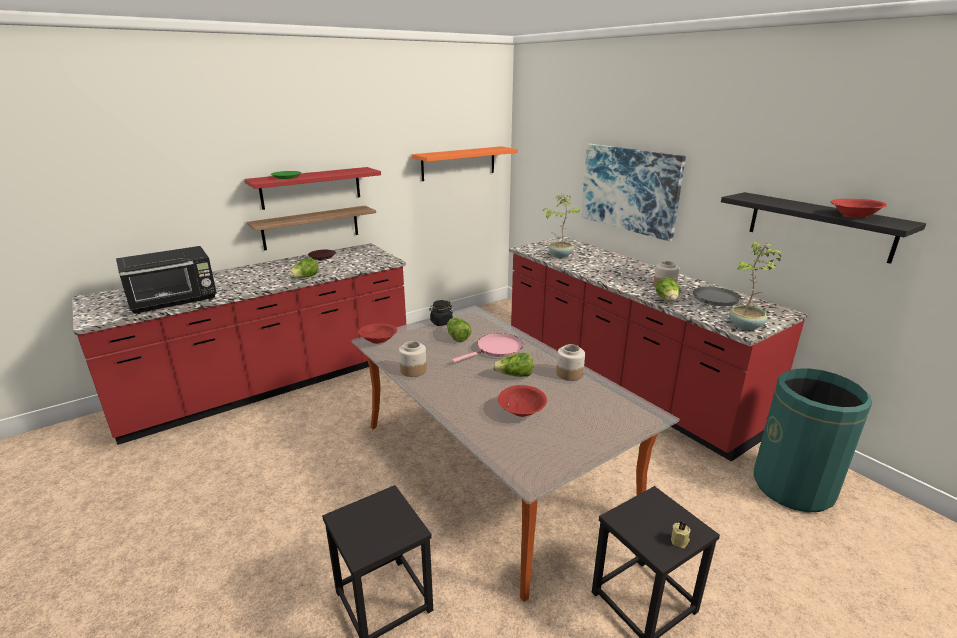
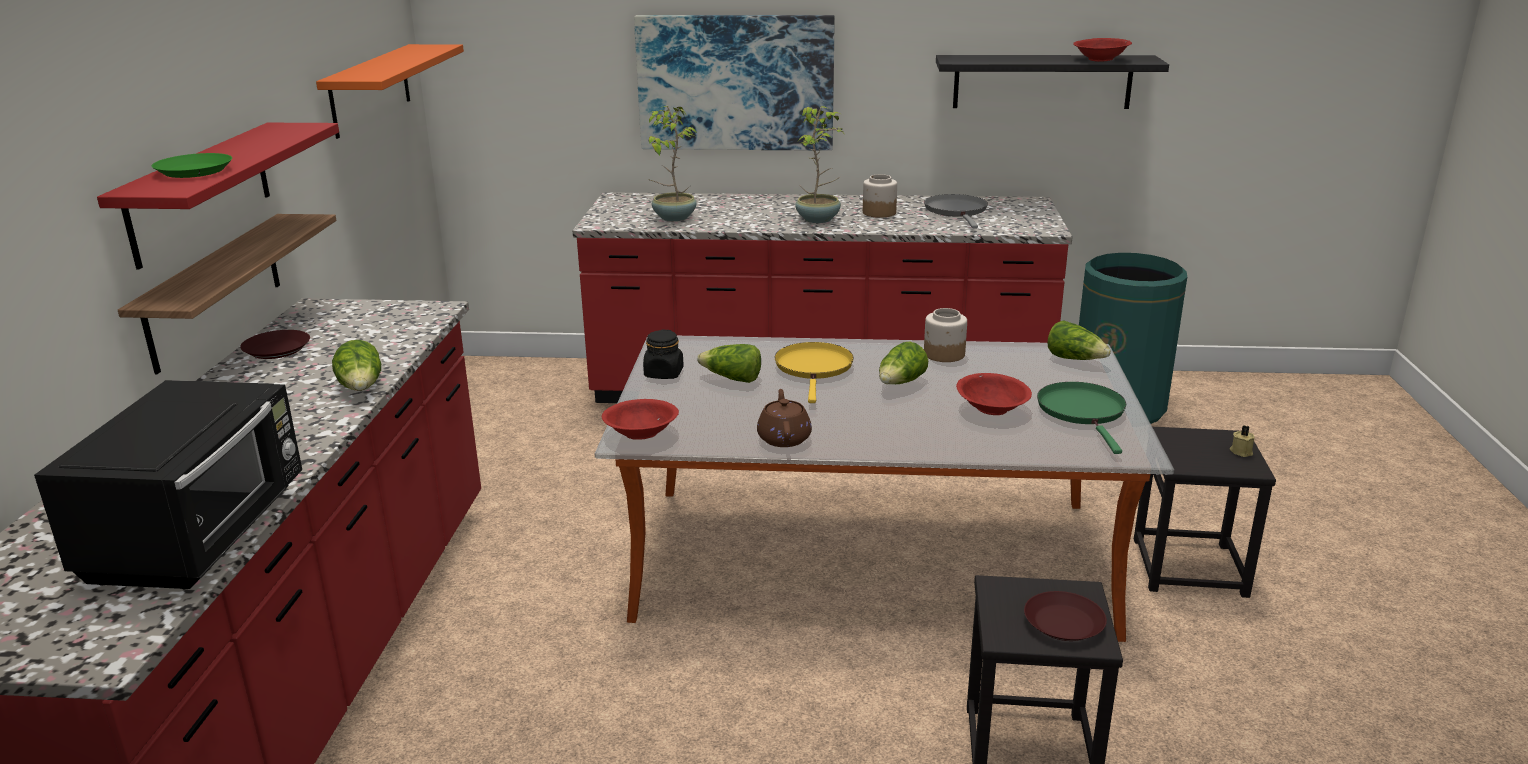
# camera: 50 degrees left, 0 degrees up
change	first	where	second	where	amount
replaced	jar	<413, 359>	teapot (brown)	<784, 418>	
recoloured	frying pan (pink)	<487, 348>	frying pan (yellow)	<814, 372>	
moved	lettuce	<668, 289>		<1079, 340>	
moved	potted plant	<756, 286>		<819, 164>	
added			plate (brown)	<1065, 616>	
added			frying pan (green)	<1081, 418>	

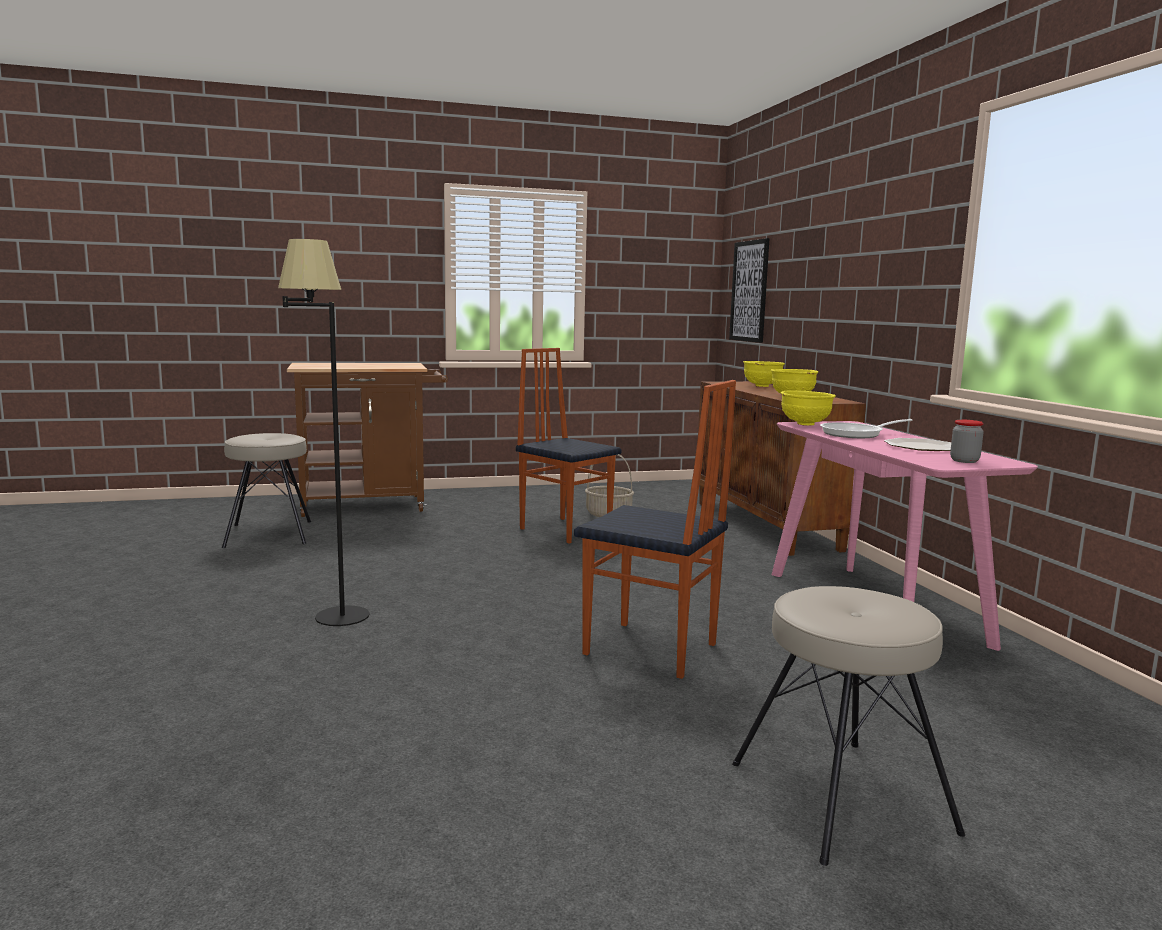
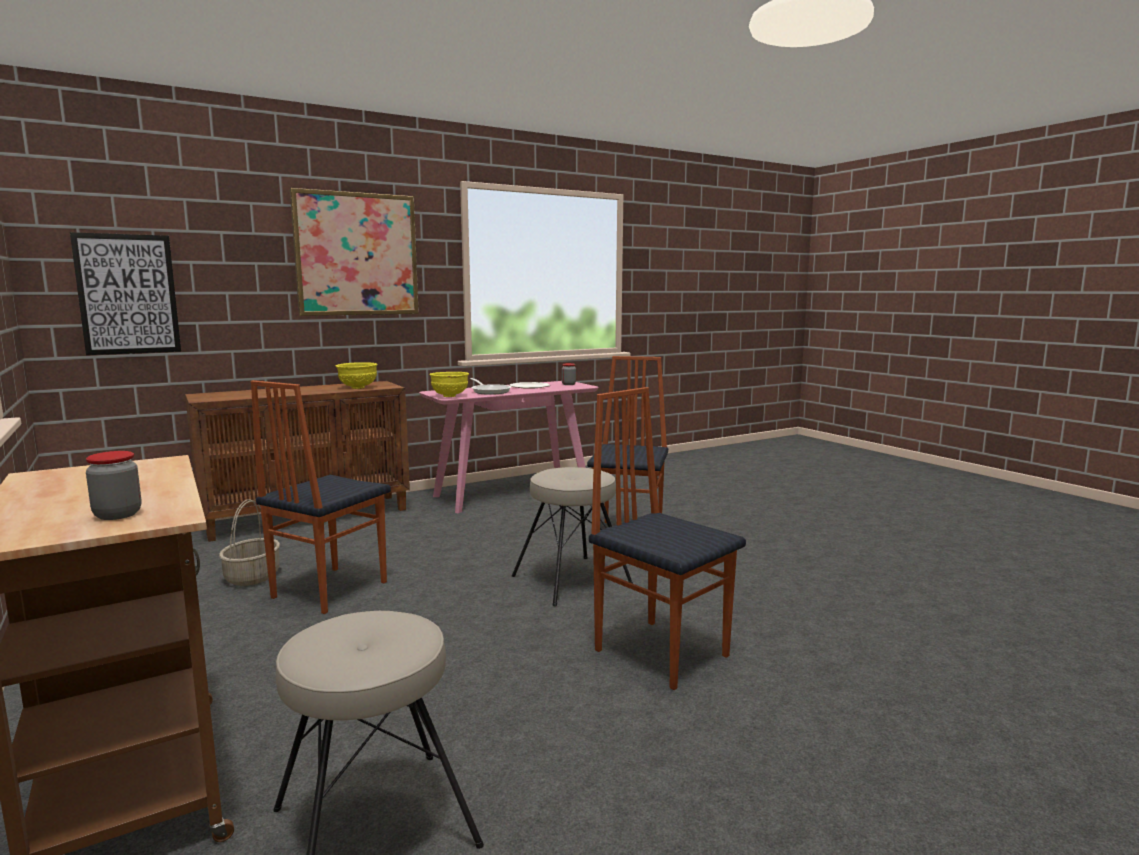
# camera: 105 degrees left, 0 degrees up
change	first	where	second	where	amount
replaced	floor lamp (black)	<324, 432>	chair	<667, 538>	
moved	stool (beige)	<848, 726>		<572, 536>	
removed	bowl (yellow)	<764, 374>			
added			jar	<113, 485>	
added			picture	<354, 252>	

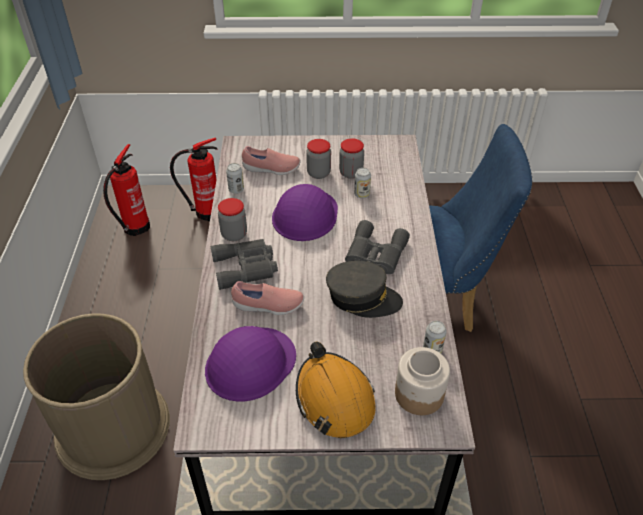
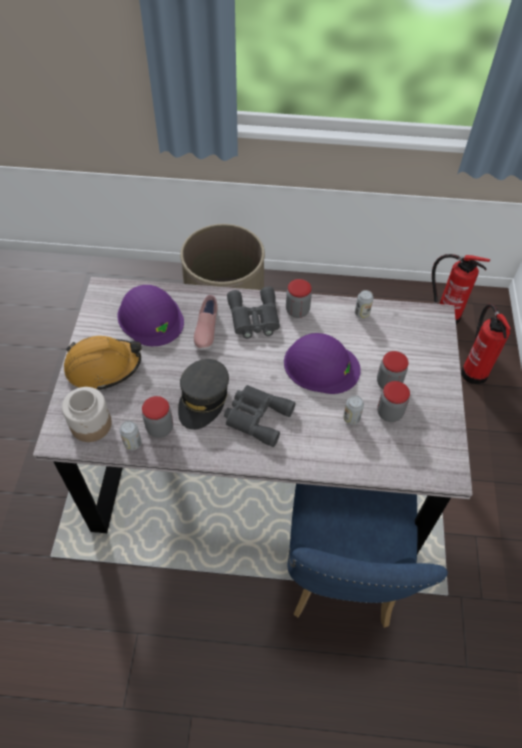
# camera: 95 degrees right, 10 degrees up
change	first	where	second	where	amount
removed	shoe (pink)	<271, 160>			
added			jar	<157, 417>	

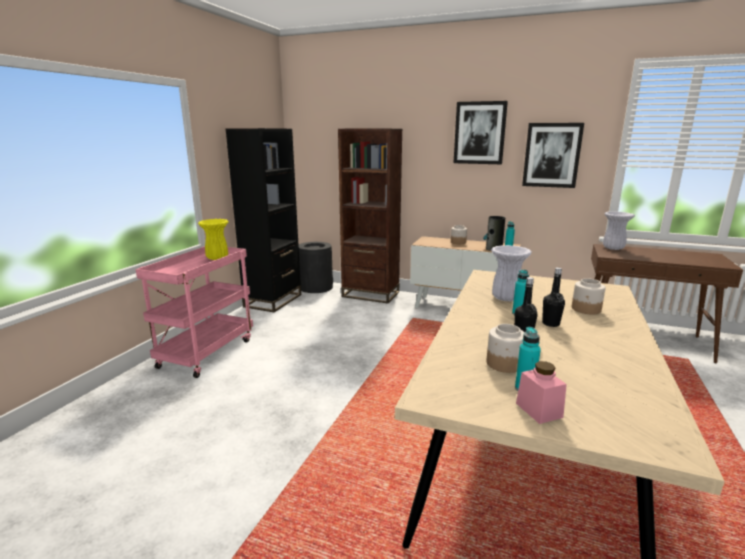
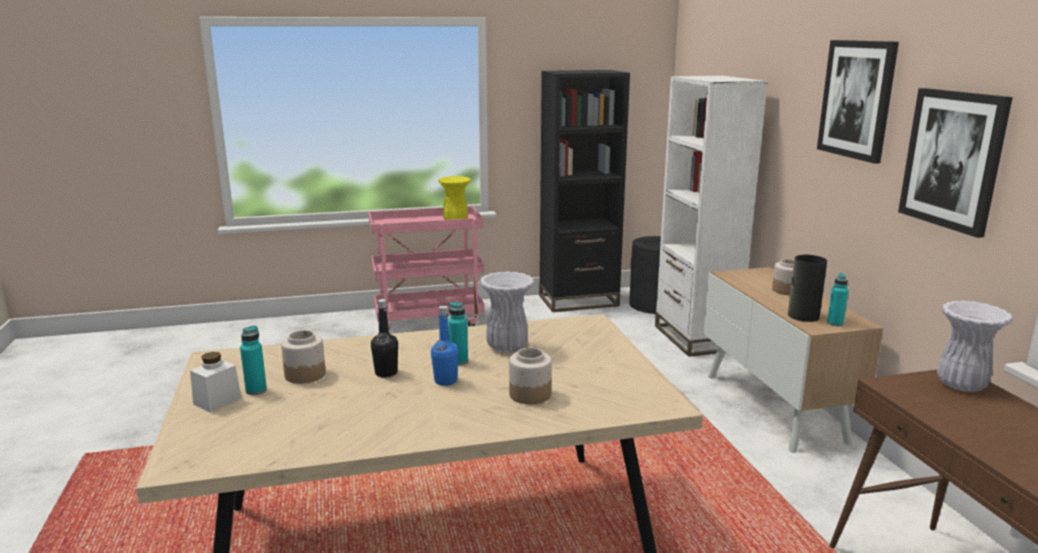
# camera: 55 degrees right, 0 degrees up
change	first	where	second	where	amount
recoloured	bookcase (brown)	<370, 216>	bookcase (white)	<711, 216>	
recoloured	jar (pink)	<541, 392>	jar (white)	<216, 382>	
recoloured	bottle (black)	<553, 297>	bottle (blue)	<445, 346>	

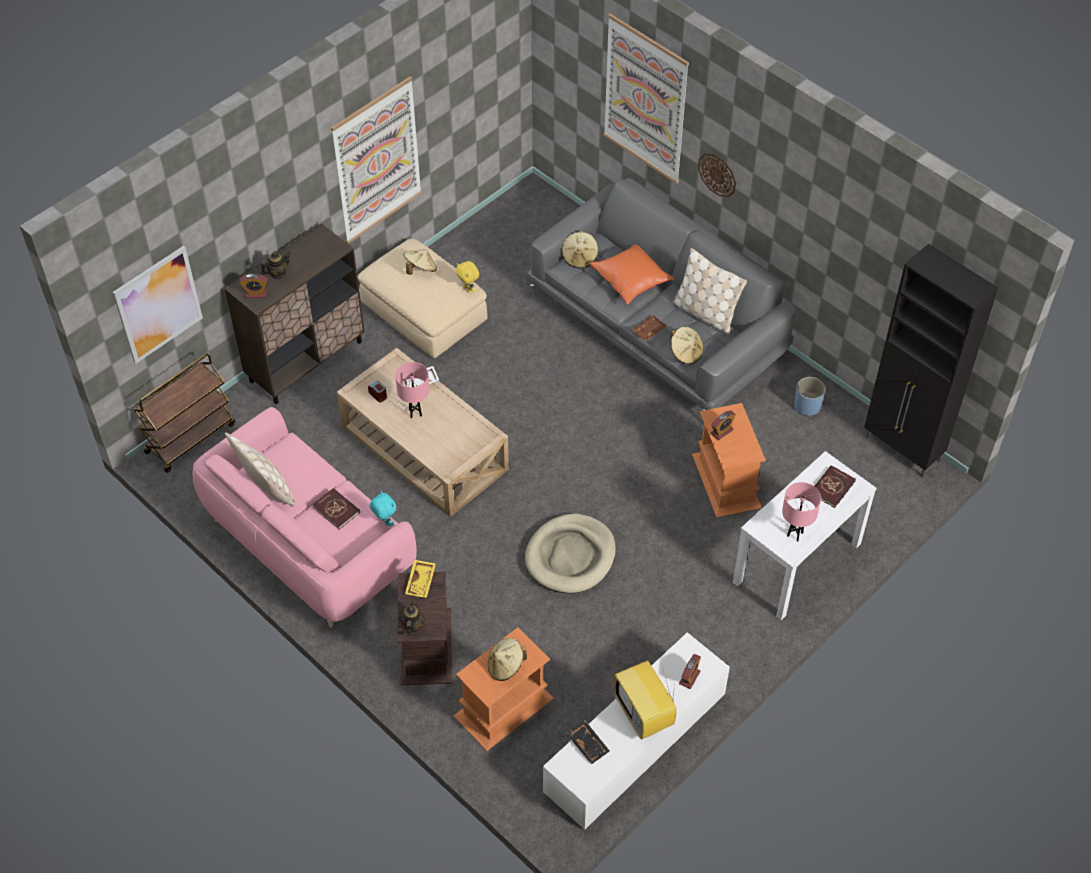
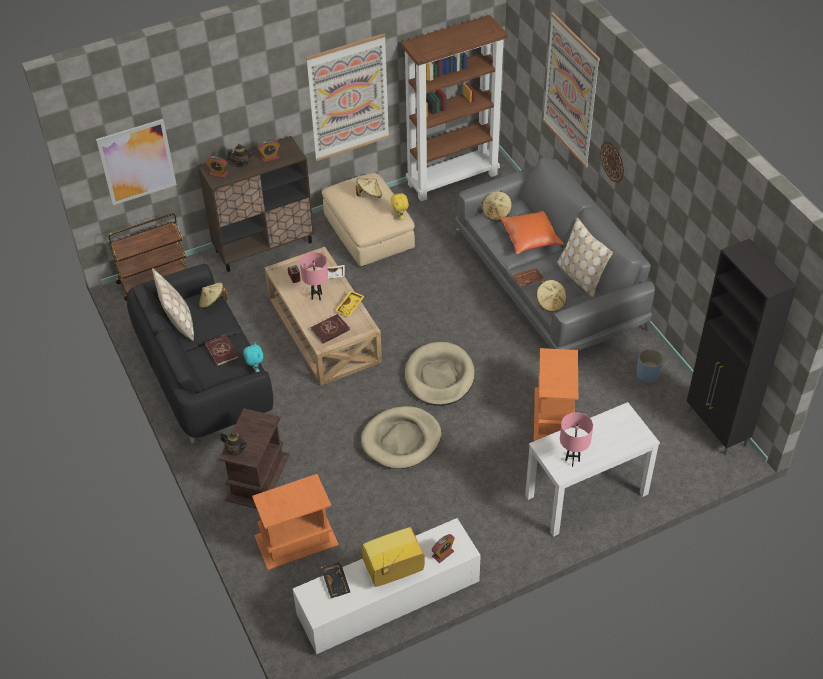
# camera: 20 degrees right, 5 degrees down
change	first	where	second	where	amount
recoloured	sofa (pink)	<305, 517>	sofa (black)	<200, 353>	
turned	teapot	<412, 616>		<234, 443>	90 degrees clockwise
moved	tray (yellow)	<420, 579>		<350, 303>	
moved	hat (beige)	<507, 659>		<213, 295>	
turned	television	<645, 700>		<393, 557>	75 degrees clockwise
moved	alarm clock	<723, 425>		<269, 151>	
moved	book (red)	<835, 486>		<330, 329>	
added			bookcase (brown)	<454, 108>	
added			dog bed (beige)	<440, 374>	

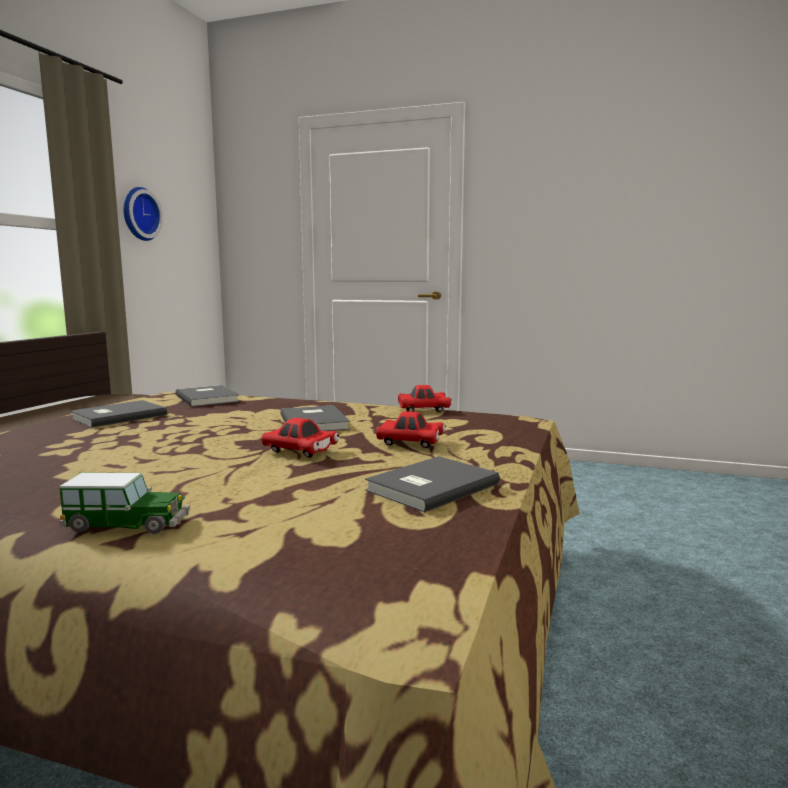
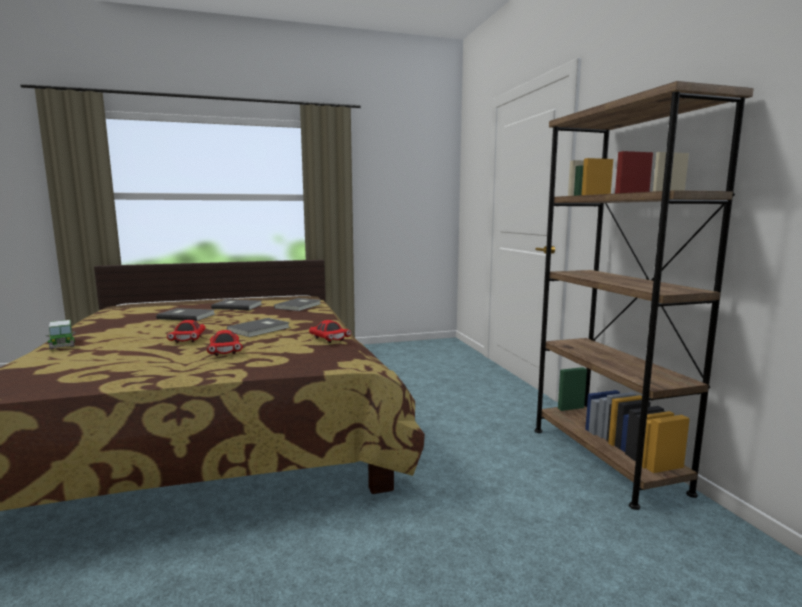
# camera: 55 degrees right, 0 degrees up
change	first	where	second	where	amount
removed	wall clock	<143, 214>			
moved	book (grey)	<432, 484>		<185, 314>	
added			bookcase (brown)	<644, 295>	

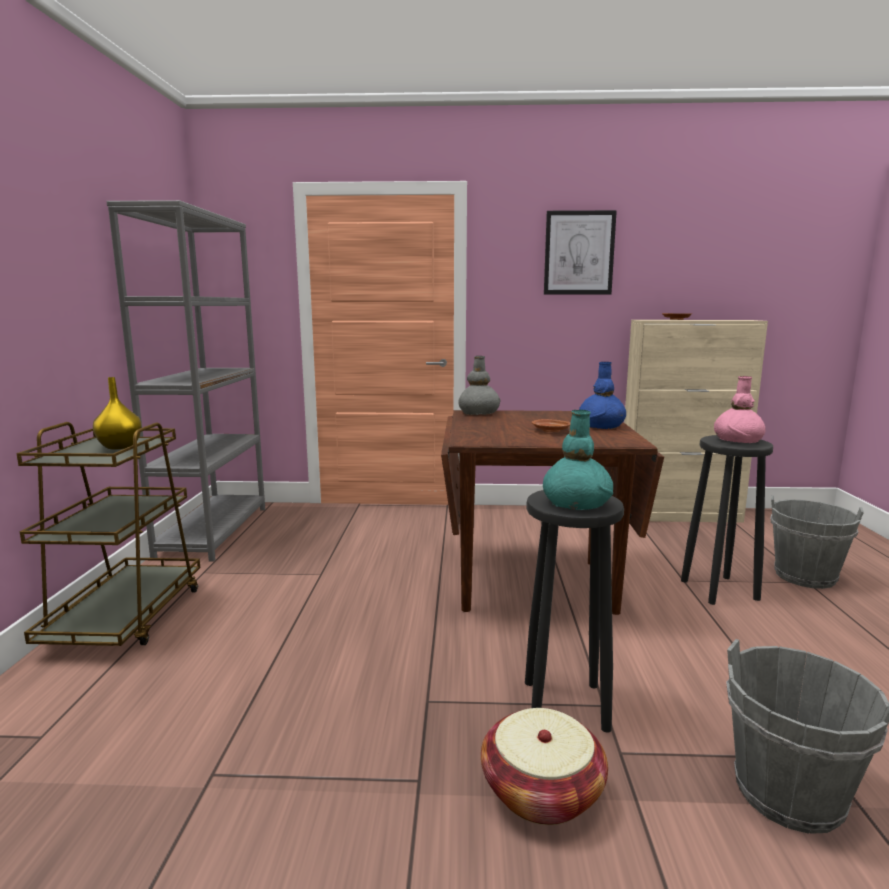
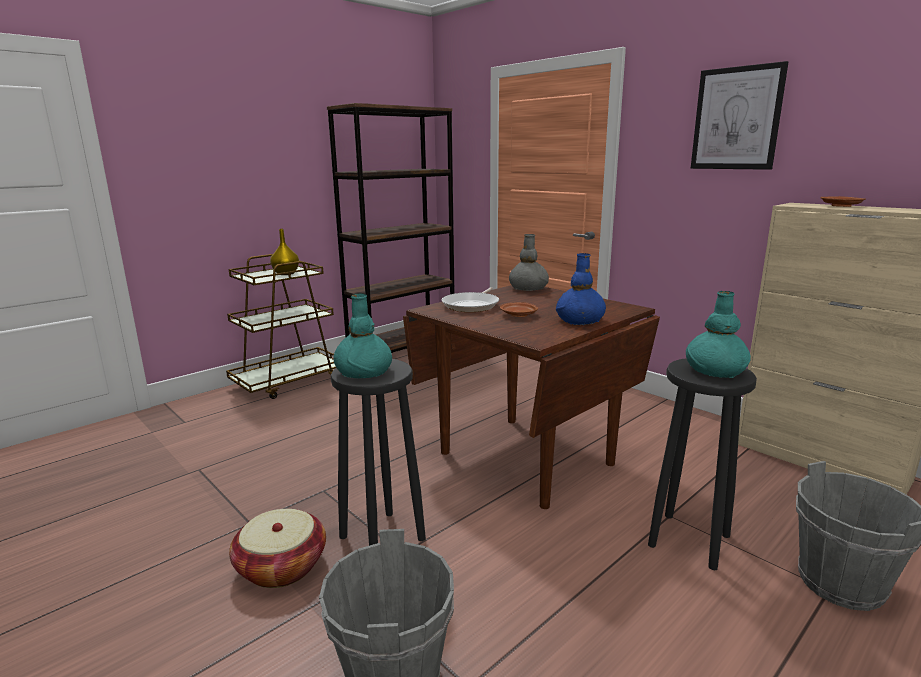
# camera: 45 degrees right, 5 degrees up
change	first	where	second	where	amount
recoloured	bookcase (grey)	<186, 381>	bookcase (brown)	<391, 228>	
recoloured	vase (pink)	<740, 409>	vase (turquoise)	<718, 334>	
added			frying pan	<470, 299>	

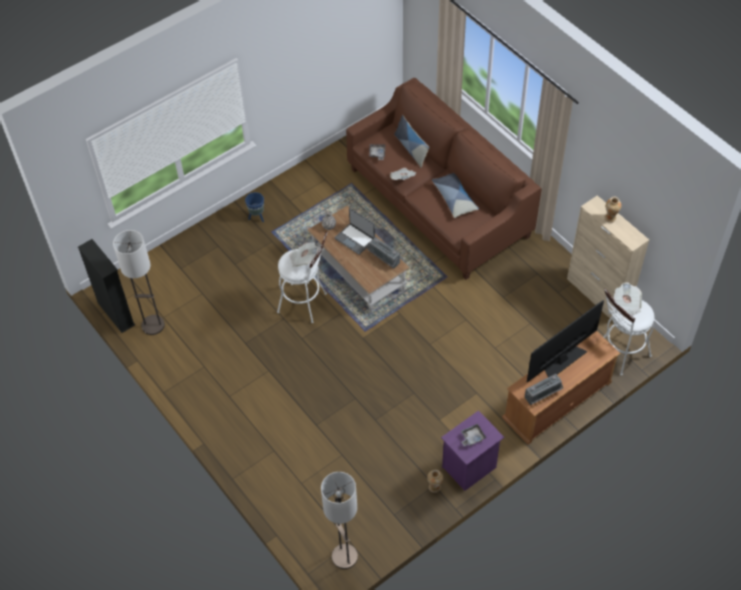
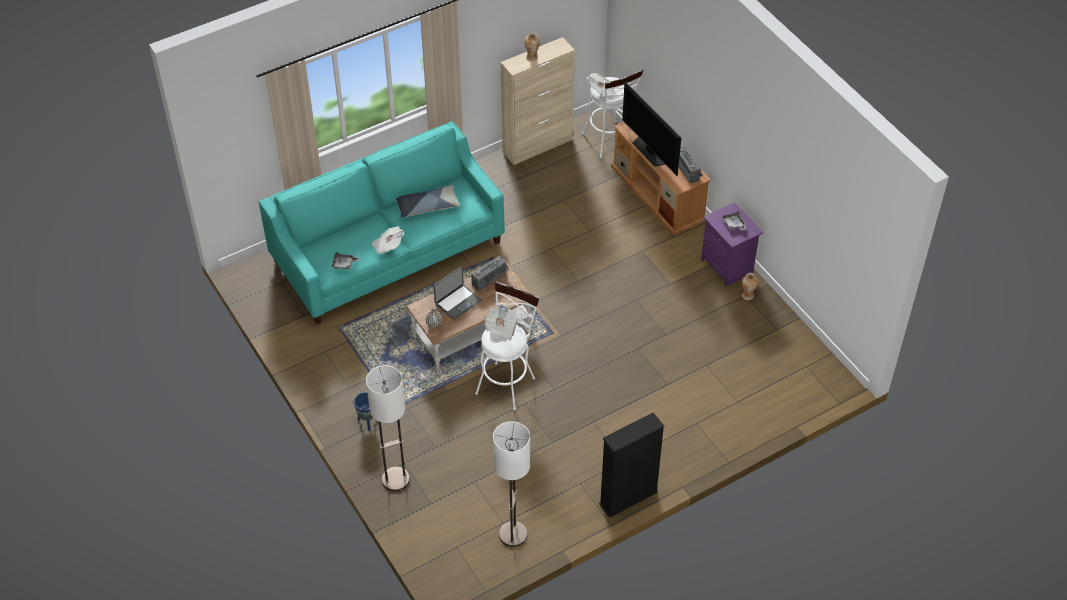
# camera: 85 degrees left, 5 degrees down
change	first	where	second	where	amount
moved	bookcase (black)	<106, 286>		<632, 465>	
moved	floor lamp	<339, 520>		<388, 428>	
recoloured	sofa (brown)	<444, 179>	sofa (turquoise)	<382, 223>	
removed	pillow	<411, 141>			

